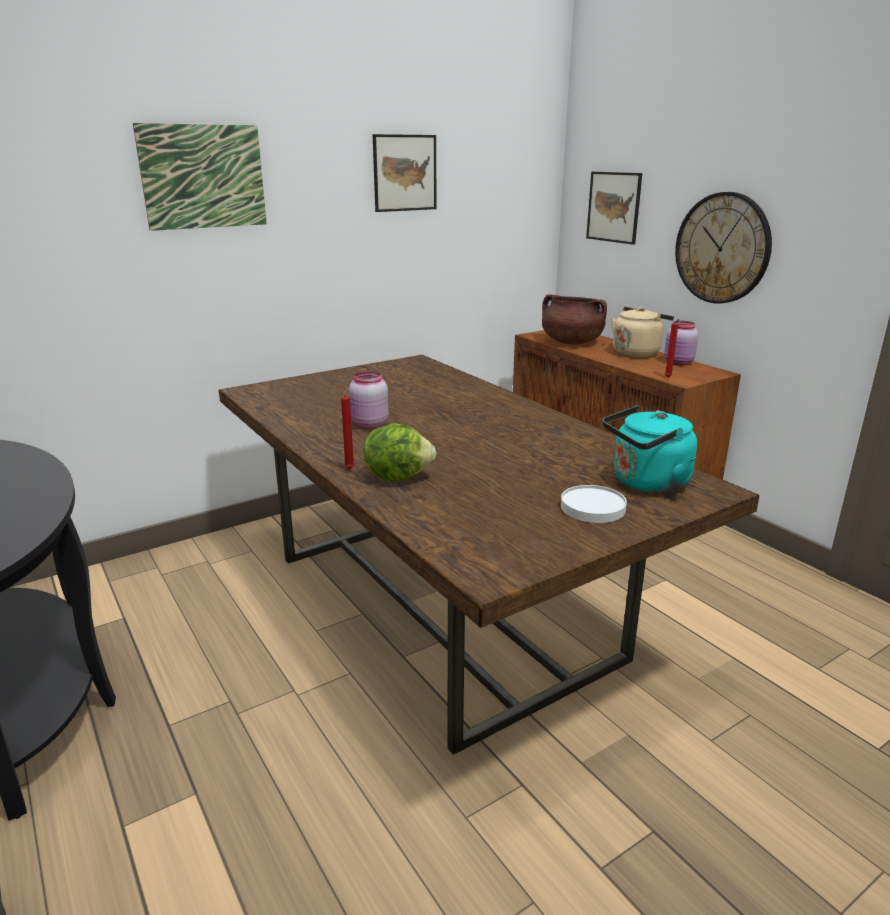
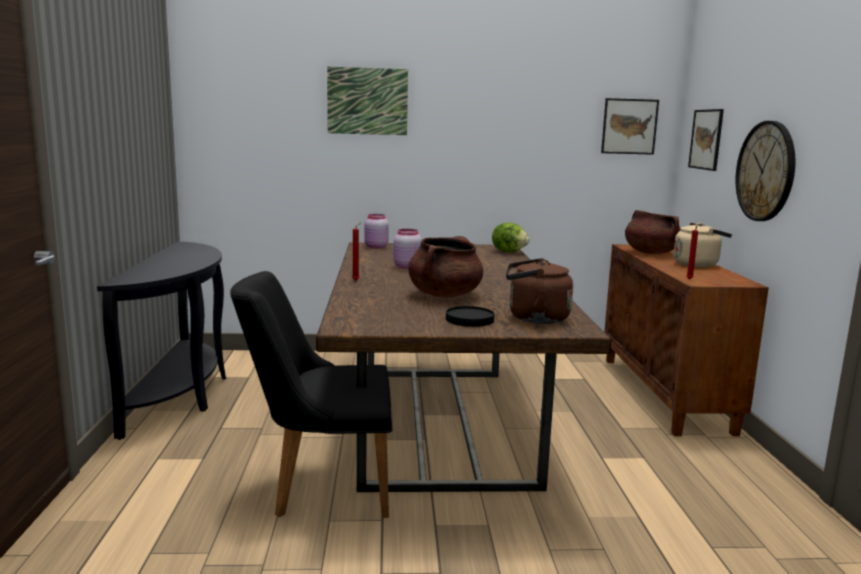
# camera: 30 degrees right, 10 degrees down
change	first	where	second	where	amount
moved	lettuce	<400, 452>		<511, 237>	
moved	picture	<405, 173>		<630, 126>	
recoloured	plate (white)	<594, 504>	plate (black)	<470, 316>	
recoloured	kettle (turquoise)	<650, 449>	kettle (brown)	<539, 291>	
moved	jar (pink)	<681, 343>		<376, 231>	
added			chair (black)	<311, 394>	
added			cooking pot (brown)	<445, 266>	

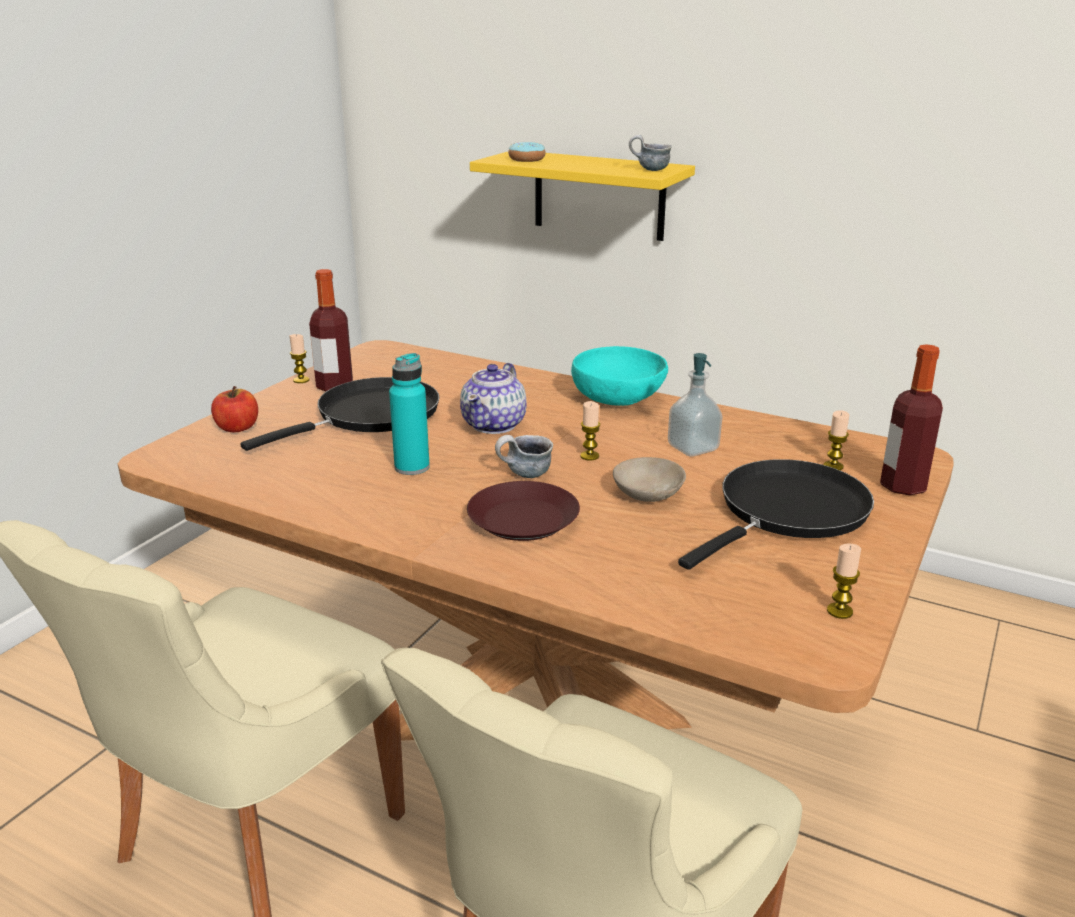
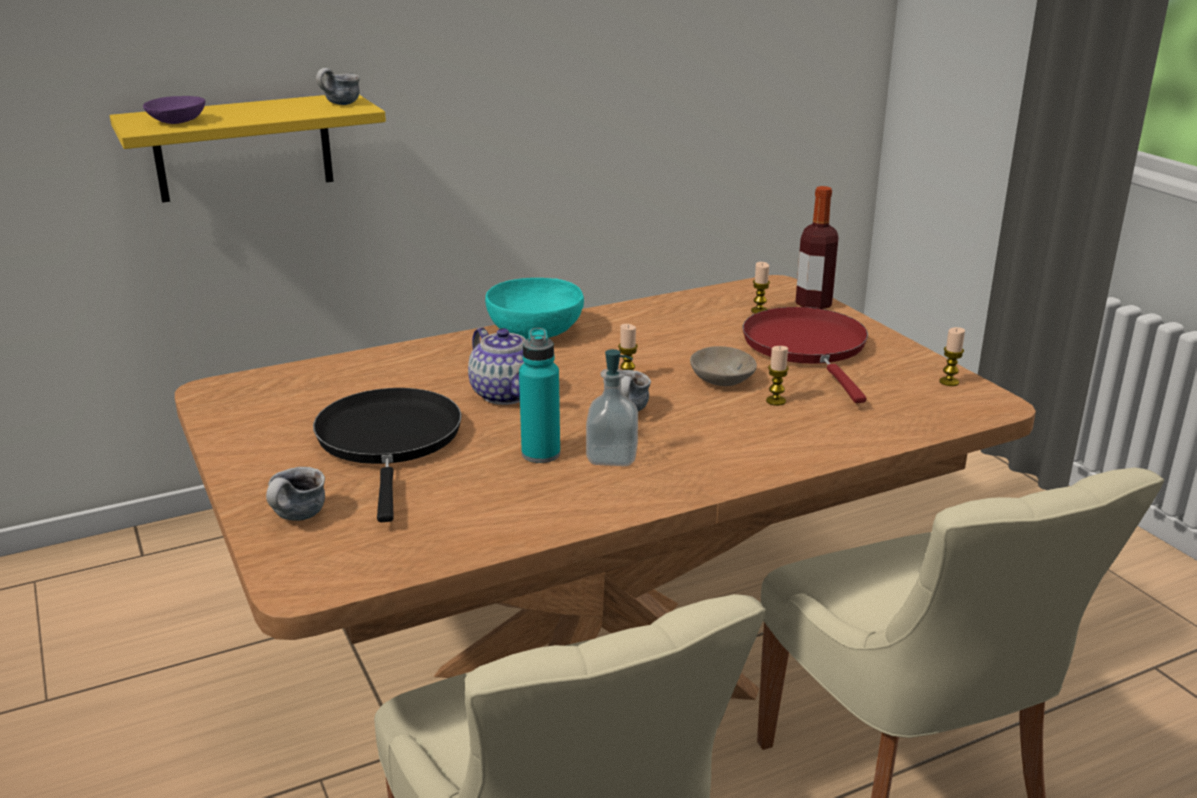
# camera: 55 degrees left, 0 degrees up
change	first	where	second	where	amount
replaced	apple	<234, 409>	mug	<295, 494>	
moved	candle	<300, 358>		<777, 376>	
removed	bottle	<331, 330>			
removed	plate (brown)	<523, 511>			
replaced	donut	<527, 152>	bowl (purple)	<174, 110>	
moved	soap dispenser	<695, 404>		<612, 407>	
recoloured	frying pan (black)	<776, 514>	frying pan (red)	<805, 355>	

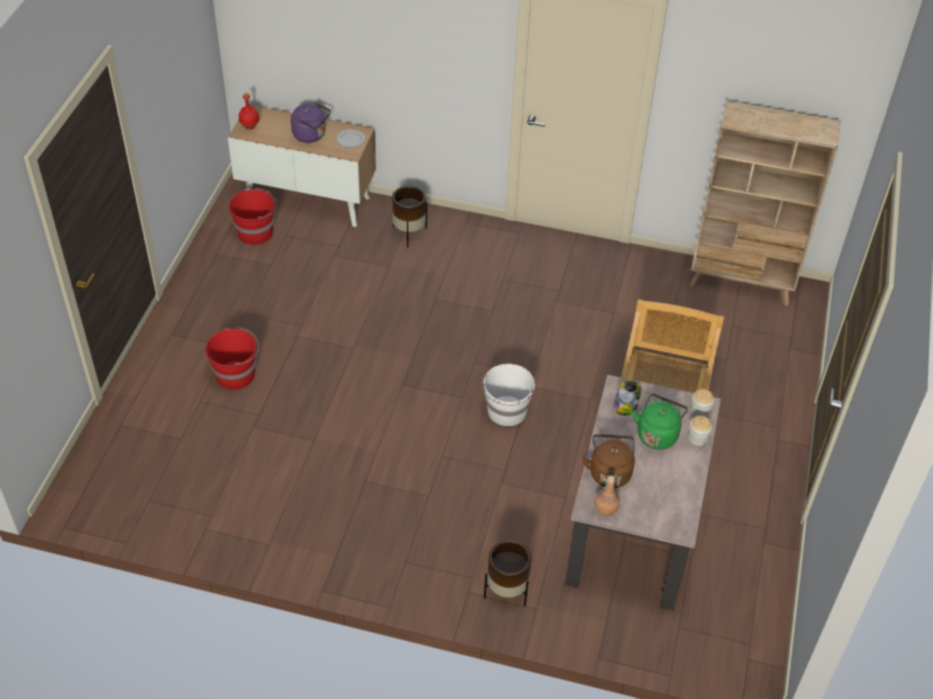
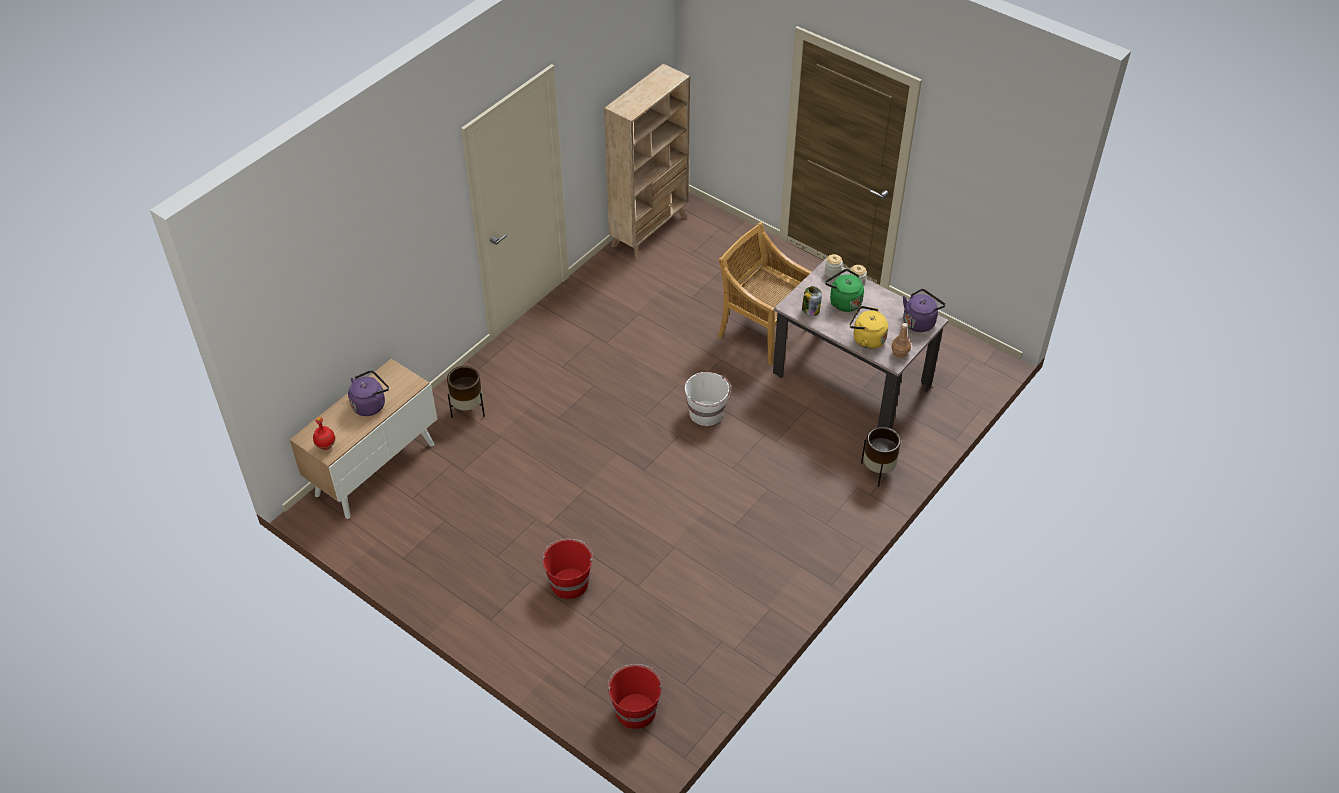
# camera: 65 degrees left, 0 degrees up
change	first	where	second	where	amount
moved	bucket (red)	<253, 216>		<635, 696>	
removed	plate	<350, 139>			
recoloured	kettle (brown)	<608, 461>	kettle (yellow)	<869, 327>	
added			kettle (purple)	<924, 310>	

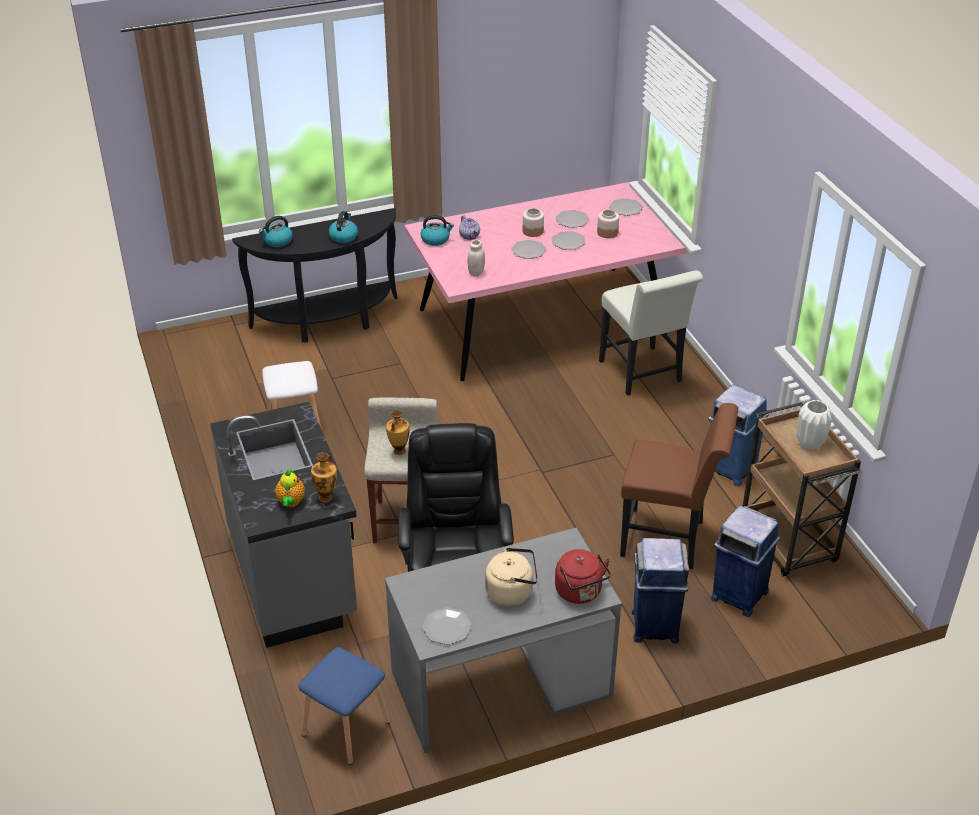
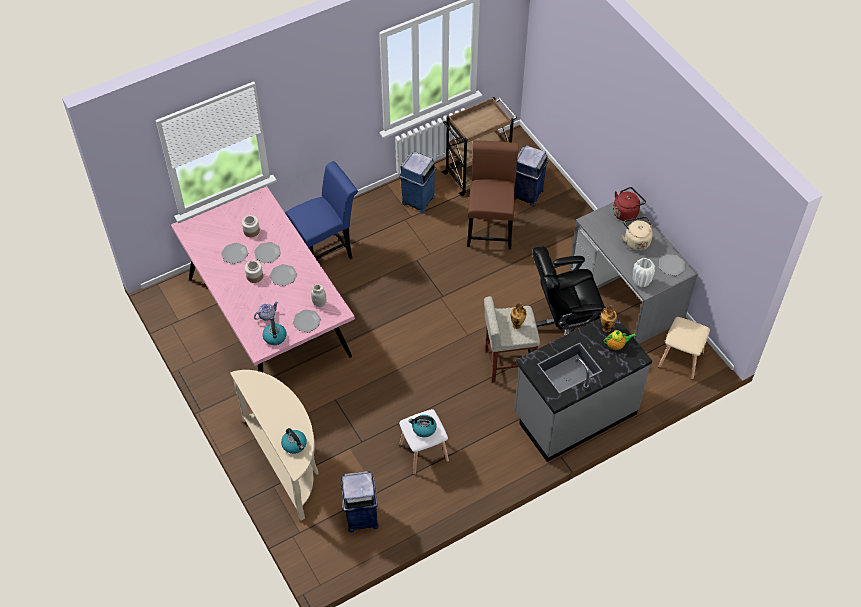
# camera: 100 degrees left, 15 degrees up
change	first	where	second	where	amount
recoloured	console table (black)	<315, 275>	console table (beige)	<274, 445>	
recoloured	stool (blue)	<344, 706>	stool (beige)	<684, 348>	
moved	kettle	<343, 227>		<422, 426>	
recoloured	chair (white)	<651, 333>	chair (blue)	<321, 210>	
moved	plate	<626, 207>		<307, 320>	
moved	trash can (blue)	<660, 590>		<360, 502>	
moved	vase (white)	<814, 425>		<644, 272>	

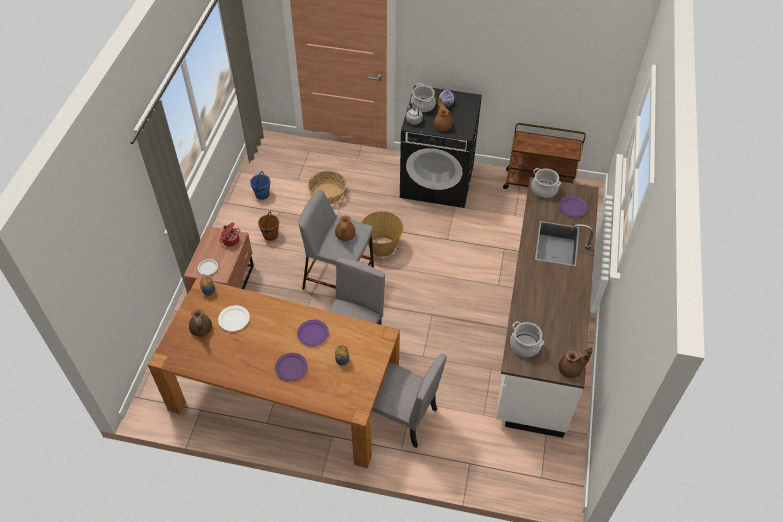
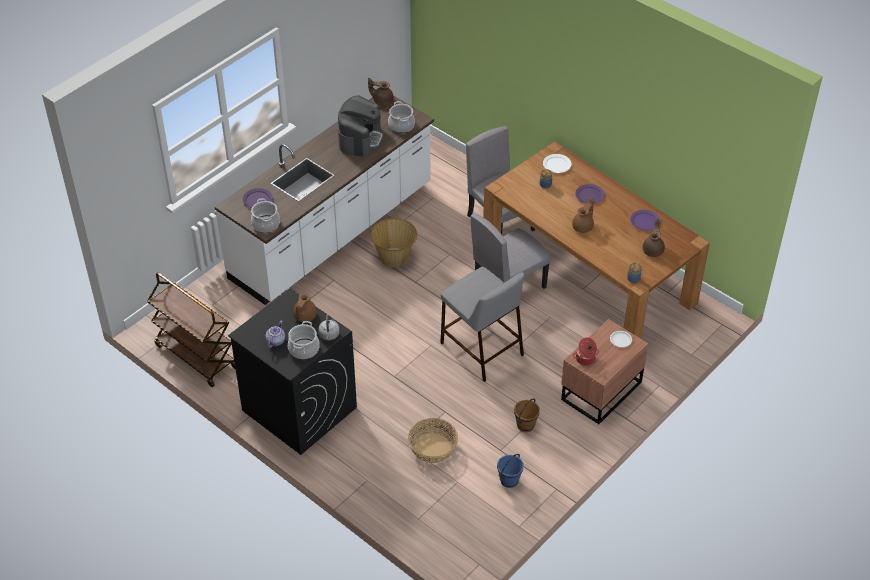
# camera: 150 degrees left, 5 degrees down
change	first	where	second	where	amount
moved	plate (white)	<234, 318>		<557, 163>	
moved	plate (purple)	<313, 333>		<645, 220>	
moved	teapot (brown)	<345, 228>		<583, 215>	
moved	basket	<382, 234>		<394, 242>	
added			coffee machine	<361, 126>	

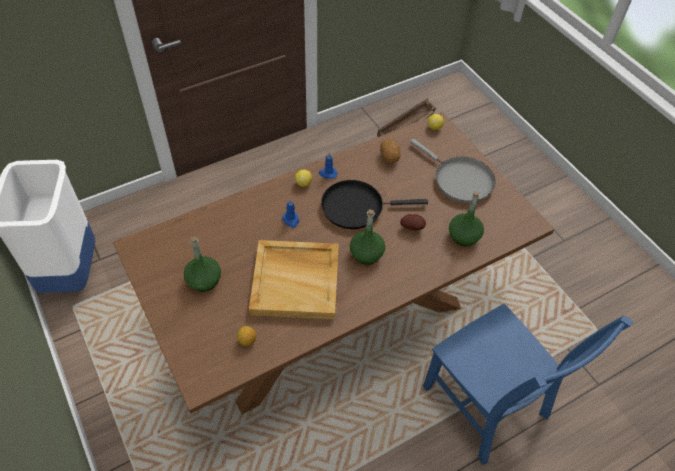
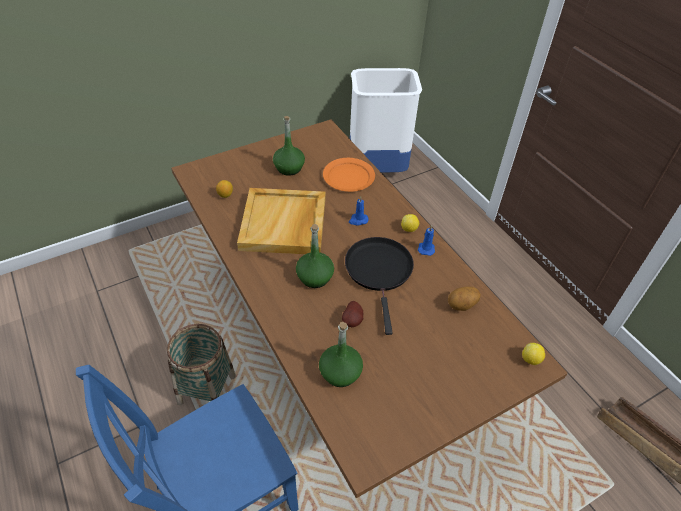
# camera: 90 degrees right, 5 degrees down
change	first	where	second	where	amount
removed	frying pan (grey)	<453, 171>			
added			basket	<201, 364>	
added			plate (orange)	<349, 175>	

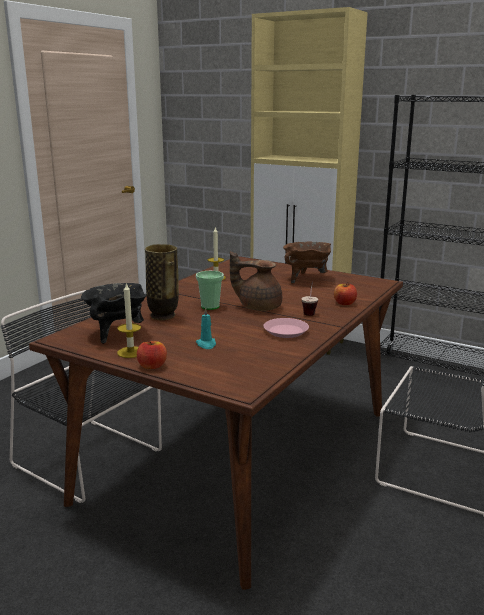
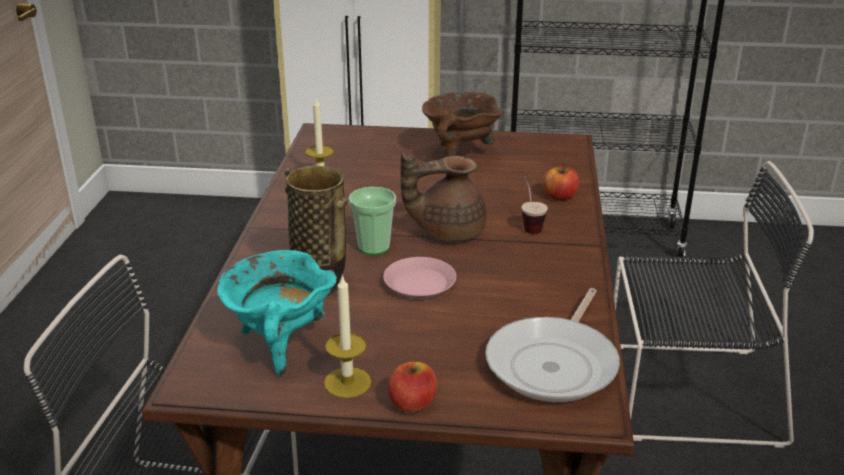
# camera: 25 degrees left, 10 degrees up
change	first	where	second	where	amount
recoloured	cooking pot (black)	<114, 313>	cooking pot (turquoise)	<277, 313>	
removed	candle (turquoise)	<206, 328>			
moved	plate (pink)	<286, 328>		<419, 278>	
added			frying pan	<552, 345>	

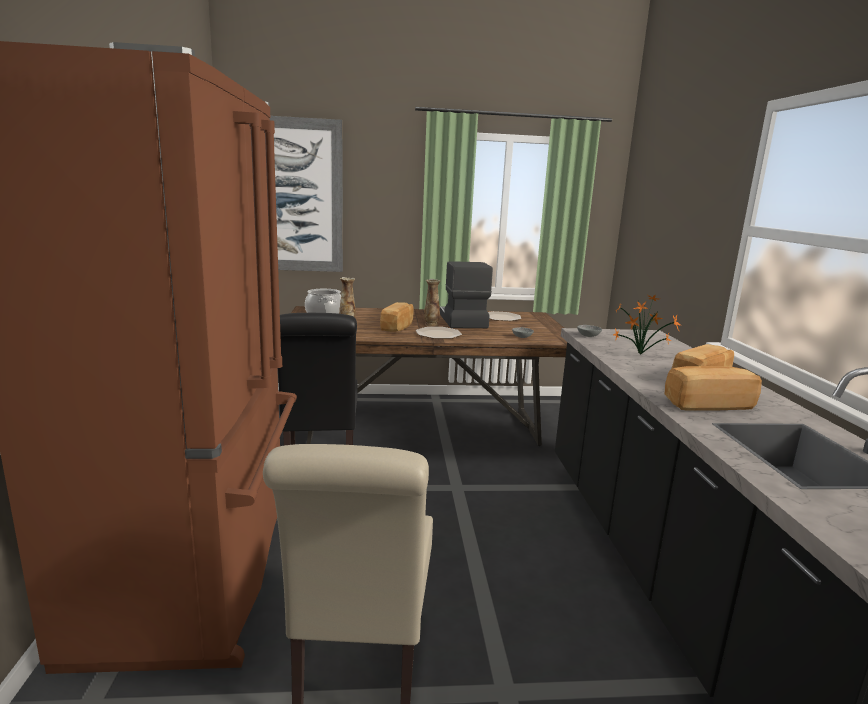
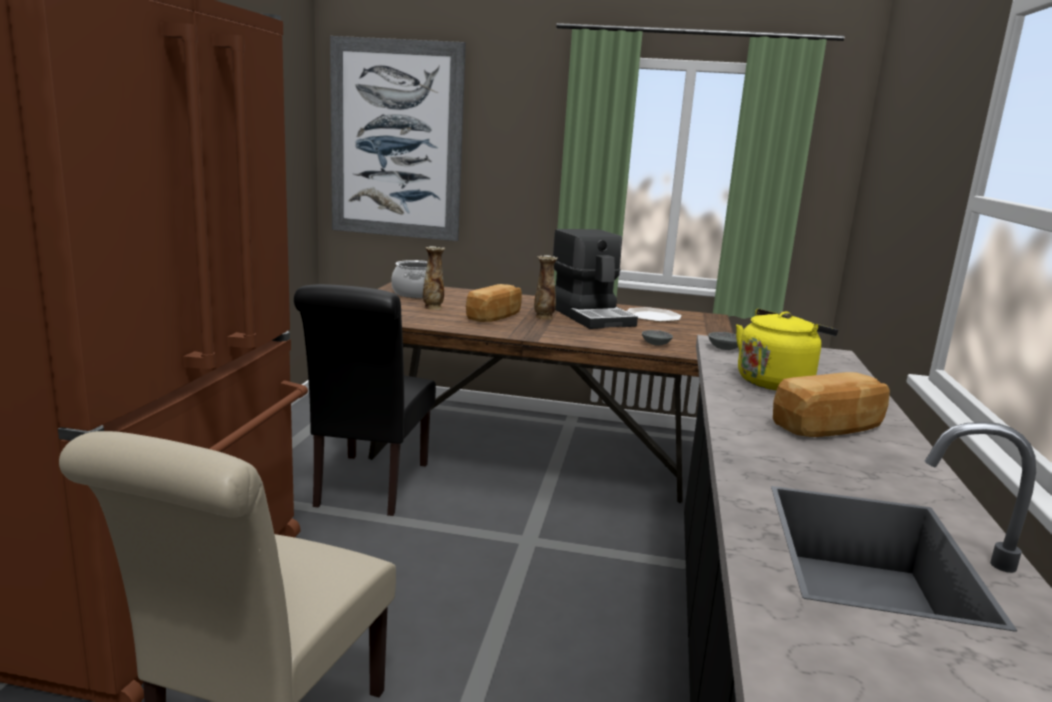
# camera: 15 degrees right, 0 degrees up
change	first	where	second	where	amount
removed	plate	<439, 333>			
turned	coffee machine	<466, 294>		<595, 279>	150 degrees clockwise
replaced	potted plant	<647, 324>	kettle (yellow)	<787, 349>	
removed	bread	<713, 388>			

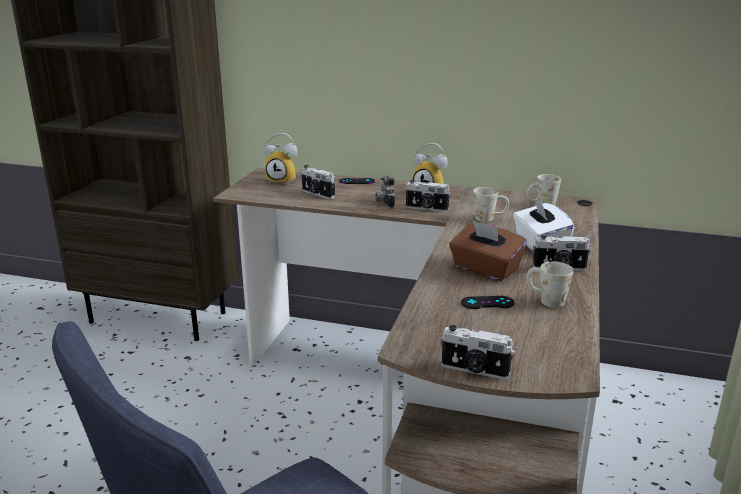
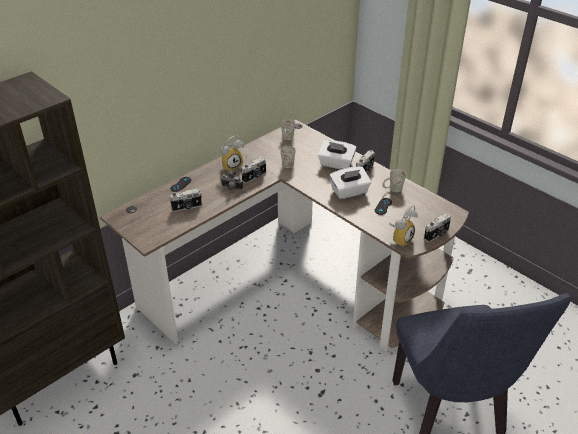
# camera: 60 degrees left, 15 degrees up
change	first	where	second	where	amount
moved	alarm clock	<281, 158>		<403, 226>	
recoloured	tissue box (brown)	<488, 250>	tissue box (white)	<350, 182>	

